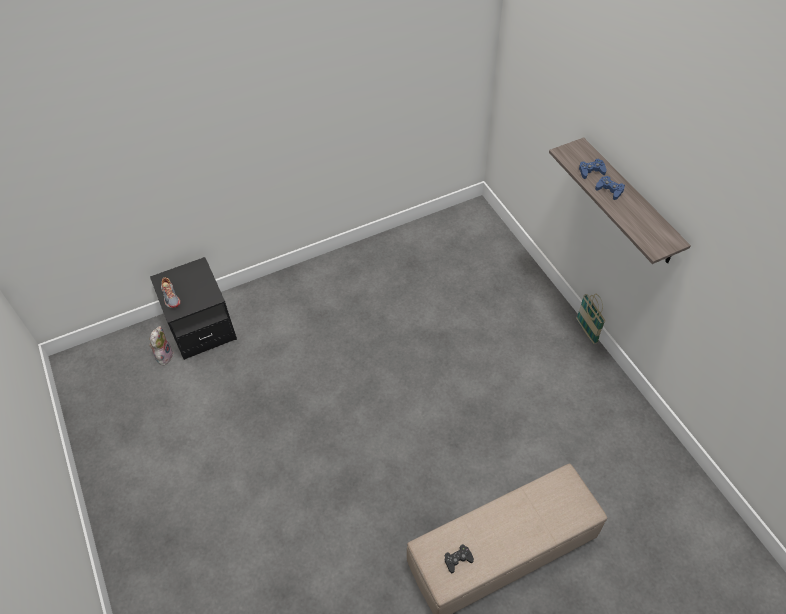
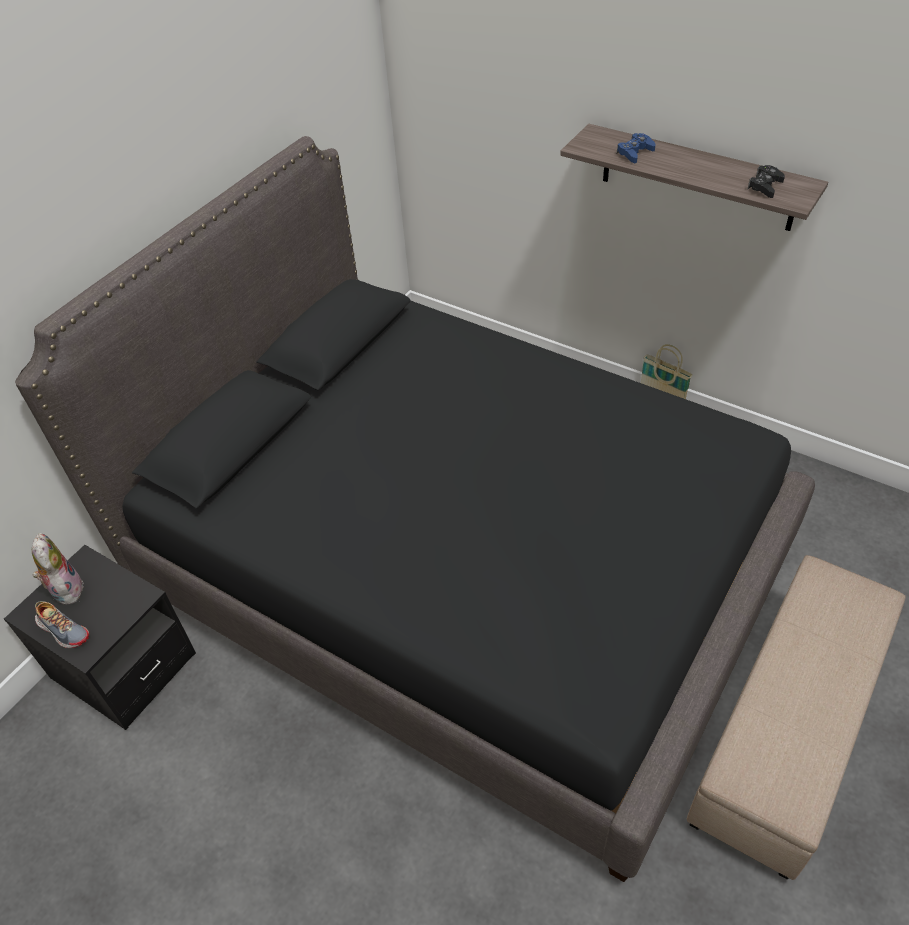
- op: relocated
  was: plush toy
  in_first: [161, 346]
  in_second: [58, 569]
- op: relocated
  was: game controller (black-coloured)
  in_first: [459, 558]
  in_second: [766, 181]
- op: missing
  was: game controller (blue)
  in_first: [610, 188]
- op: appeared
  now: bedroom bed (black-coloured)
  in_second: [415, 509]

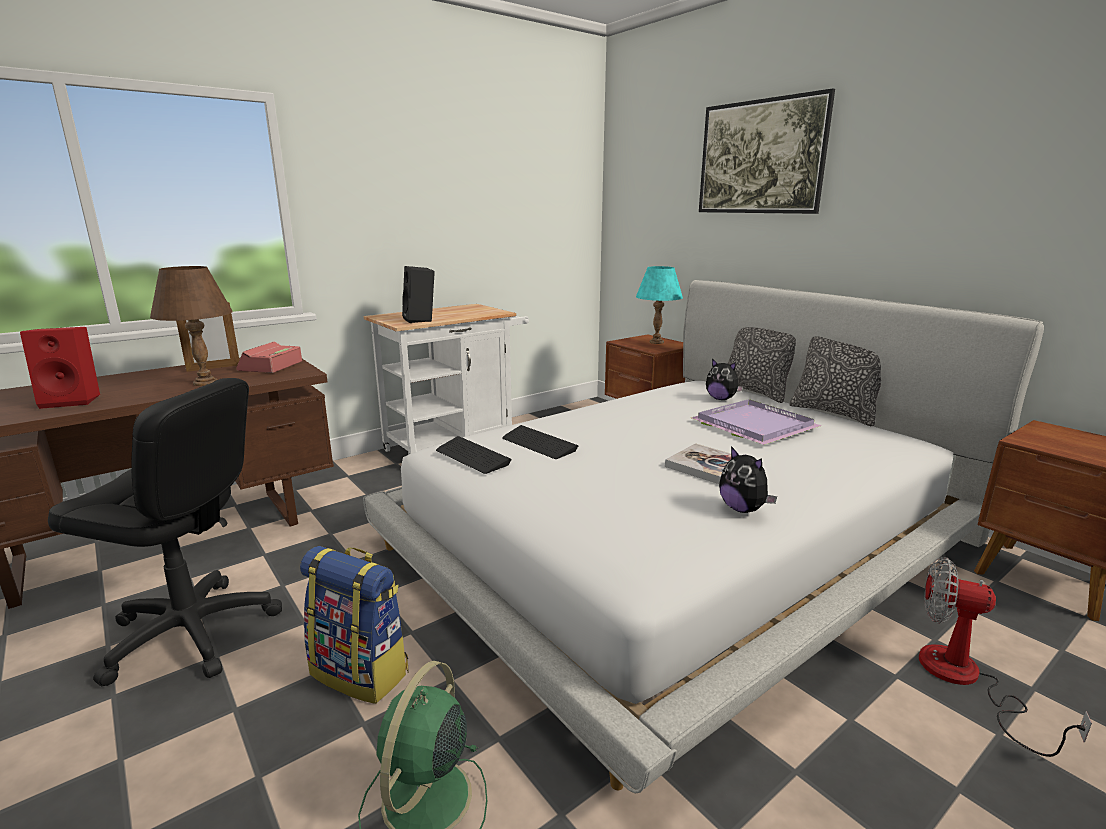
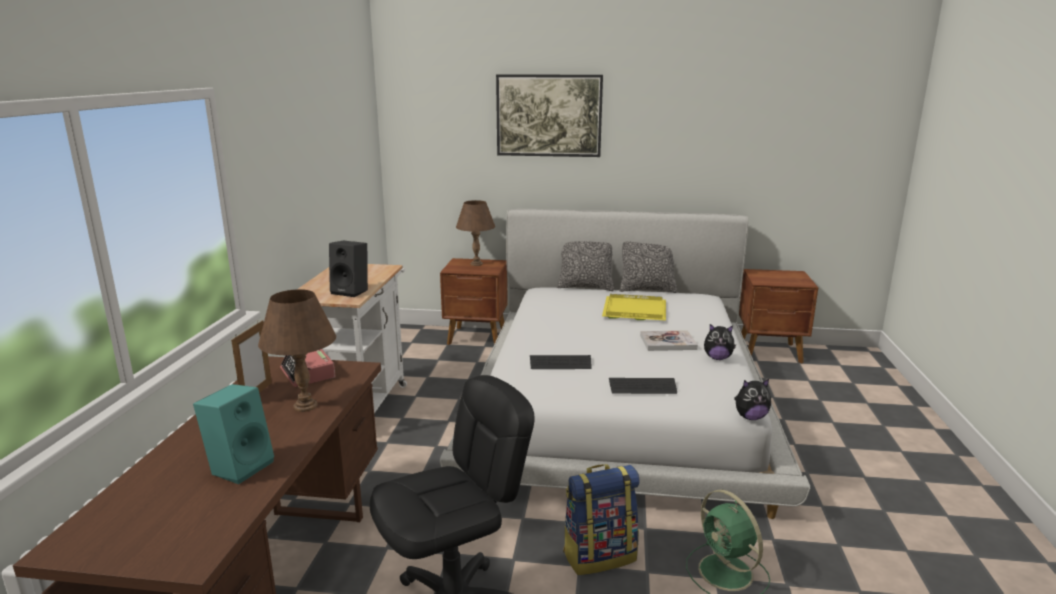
- op: colour
  was: audio speaker (red-coloured)
  now: audio speaker (turquoise-coloured)
  in_first: [60, 368]
  in_second: [233, 434]
- op: relocated
  was: PC keyboard
  in_first: [474, 455]
  in_second: [643, 386]
- op: colour
  was: table lamp (turquoise-coloured)
  now: table lamp (brown-coloured)
  in_first: [659, 305]
  in_second: [475, 233]
- op: colour
  was: tray (purplish)
  now: tray (yellow-coloured)
  in_first: [756, 422]
  in_second: [634, 307]
- op: relocated
  was: plush toy
  in_first: [725, 379]
  in_second: [752, 399]
- op: missing
  was: fan
  in_first: [1005, 657]

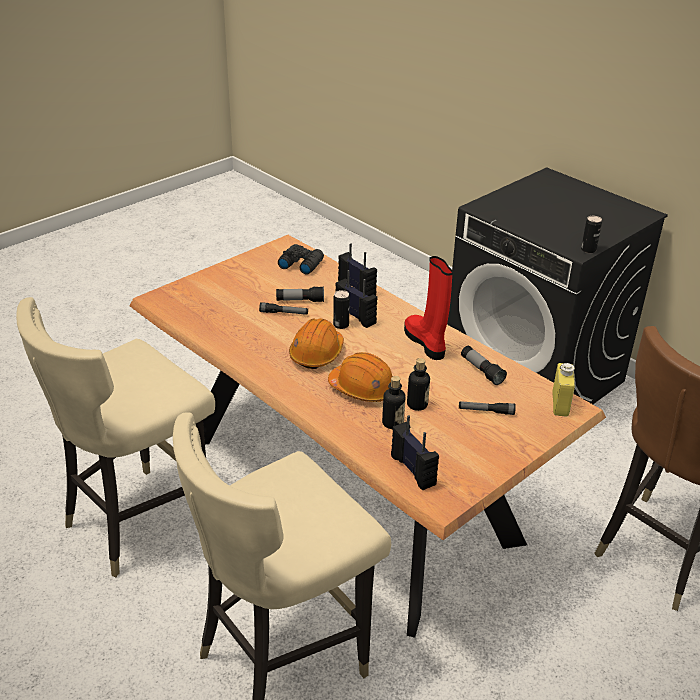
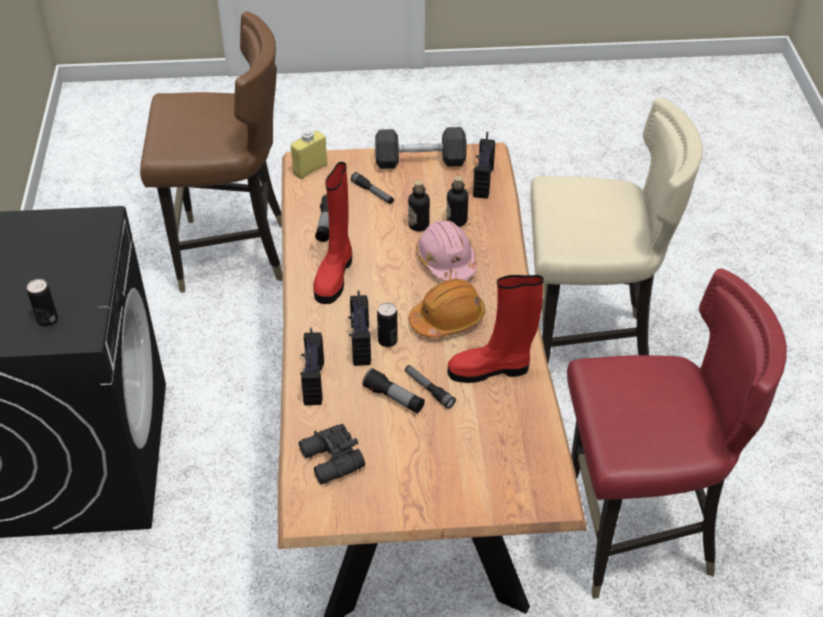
- op: colour
  was: plain chair (beige-coloured)
  now: plain chair (red-coloured)
  in_first: [115, 437]
  in_second: [677, 433]
- op: colour
  was: work helmet (orangey)
  now: work helmet (pink)
  in_first: [360, 377]
  in_second: [446, 251]
- op: relocated
  was: sealed can
  in_first: [591, 234]
  in_second: [42, 302]
- op: appeared
  now: hand weight (gray)
  in_second: [421, 148]
- op: appeared
  now: boot (red-coloured)
  in_second: [495, 329]

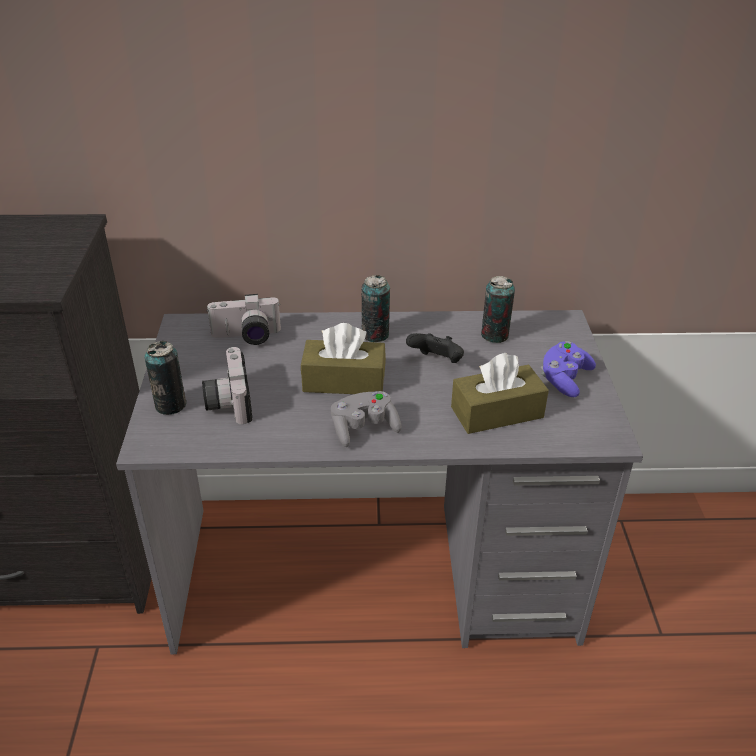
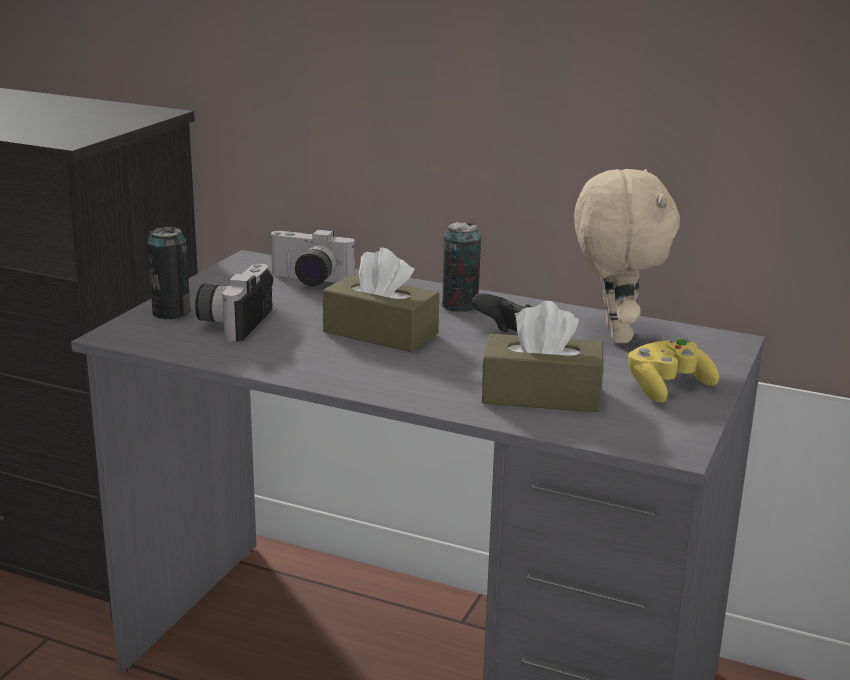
- op: missing
  was: game controller (gray)
  in_first: [366, 419]
- op: exchanged
  was: sealed can
  now: plush toy (beige-coloured)
  in_first: [498, 309]
  in_second: [627, 256]
- op: colour
  was: game controller (purplish)
  now: game controller (yellow-coloured)
  in_first: [568, 369]
  in_second: [674, 370]

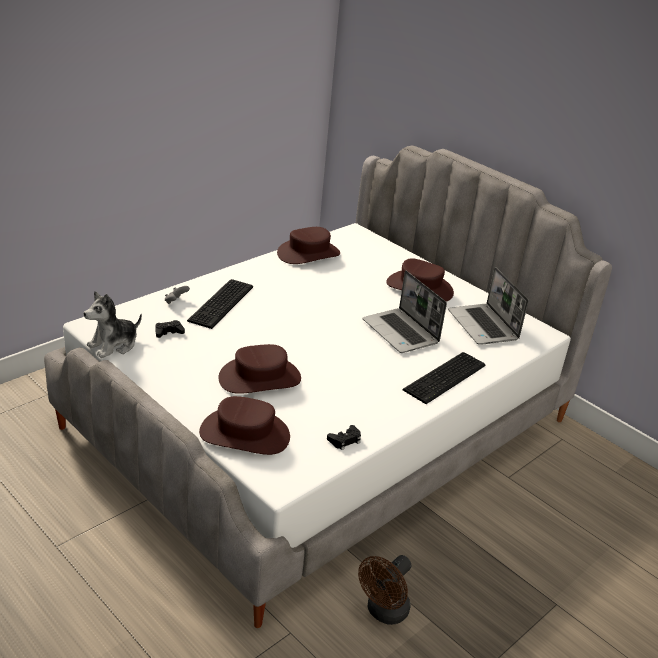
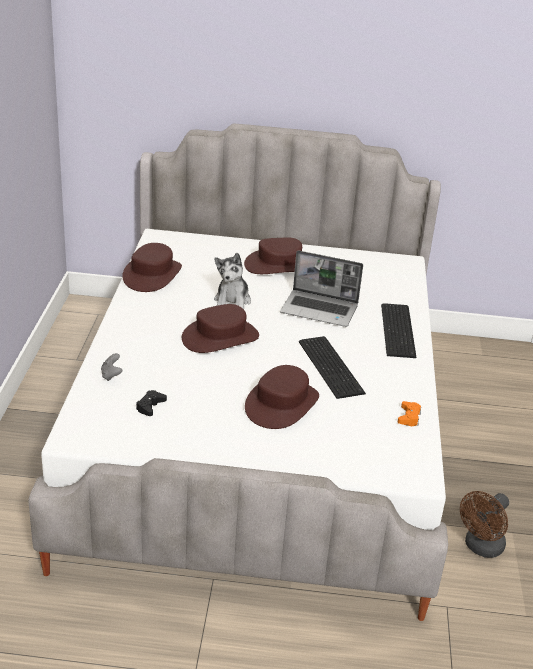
- op: relocated
  was: plush toy
  in_first: [112, 324]
  in_second: [232, 281]
- op: relocated
  was: PC keyboard
  in_first: [220, 304]
  in_second: [332, 367]
- op: relocated
  was: wearable hat (brown-coloured)
  in_first: [244, 425]
  in_second: [220, 328]
- op: colour
  was: game controller (black-coloured)
  now: game controller (orangey)
  in_first: [344, 437]
  in_second: [409, 413]
- op: spun
  was: fan (brown-coloured)
  in_first: [385, 590]
  in_second: [484, 524]
  clockwise: 45
- op: missing
  was: laptop
  in_first: [488, 306]

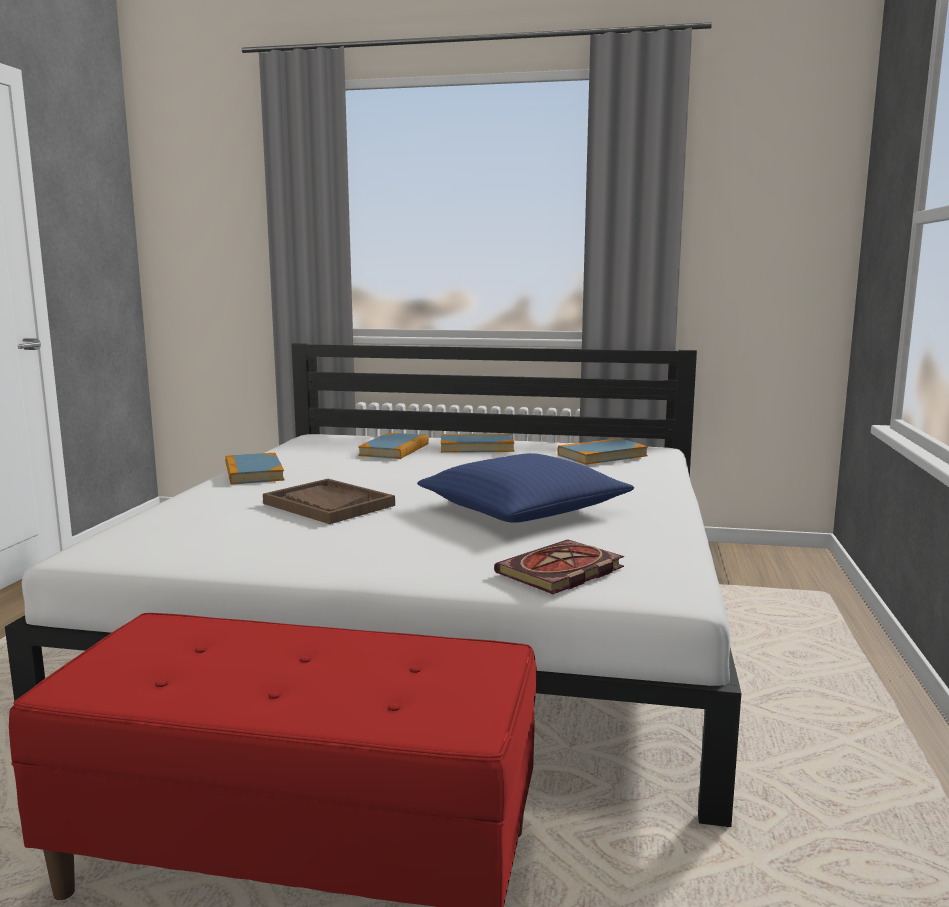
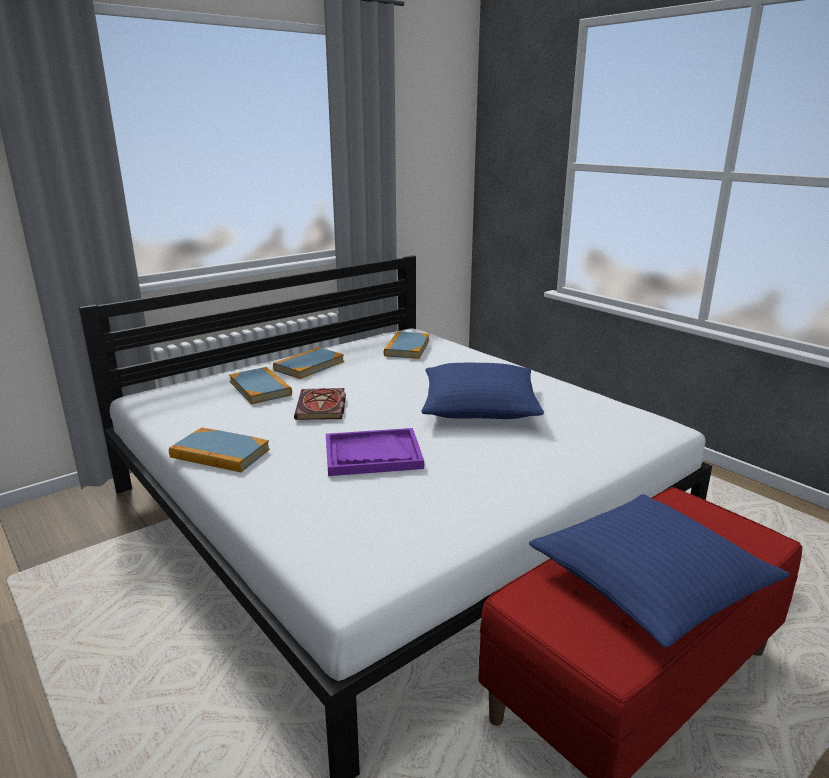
- op: colour
  was: tray (brown-coloured)
  now: tray (purplish)
  in_first: [329, 501]
  in_second: [375, 452]
- op: relocated
  was: volume
  in_first: [559, 566]
  in_second: [320, 404]
- op: appeared
  now: pillow (blue)
  in_second: [659, 571]

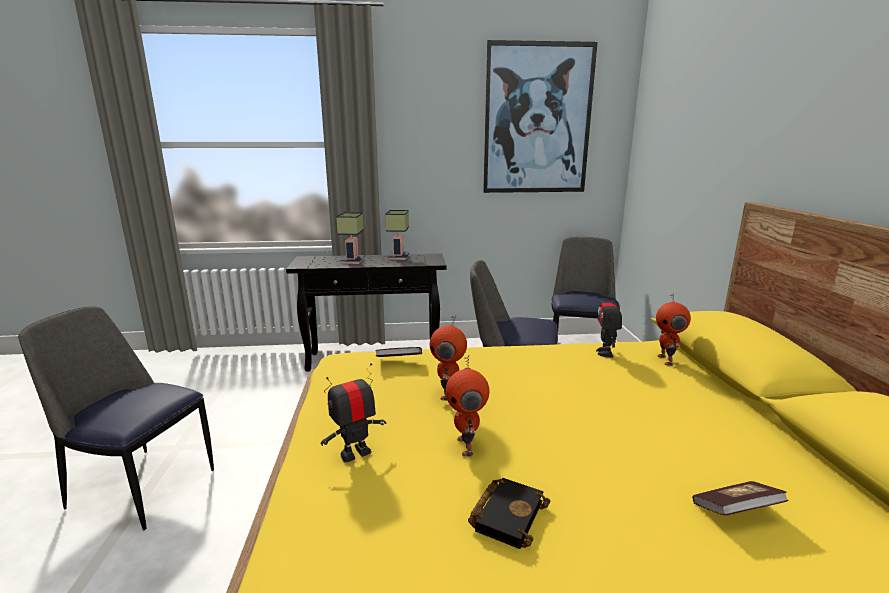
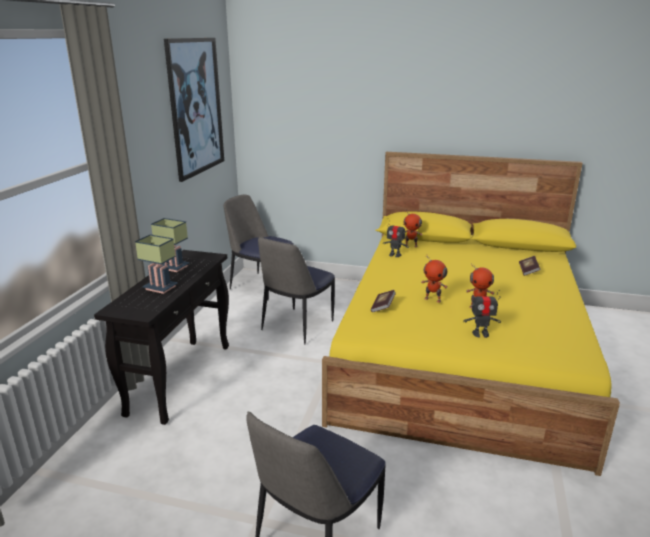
- op: spun
  was: robot figure
  in_first: [353, 413]
  in_second: [482, 313]
  clockwise: -75
- op: missing
  was: volume (black-coloured)
  in_first: [509, 513]

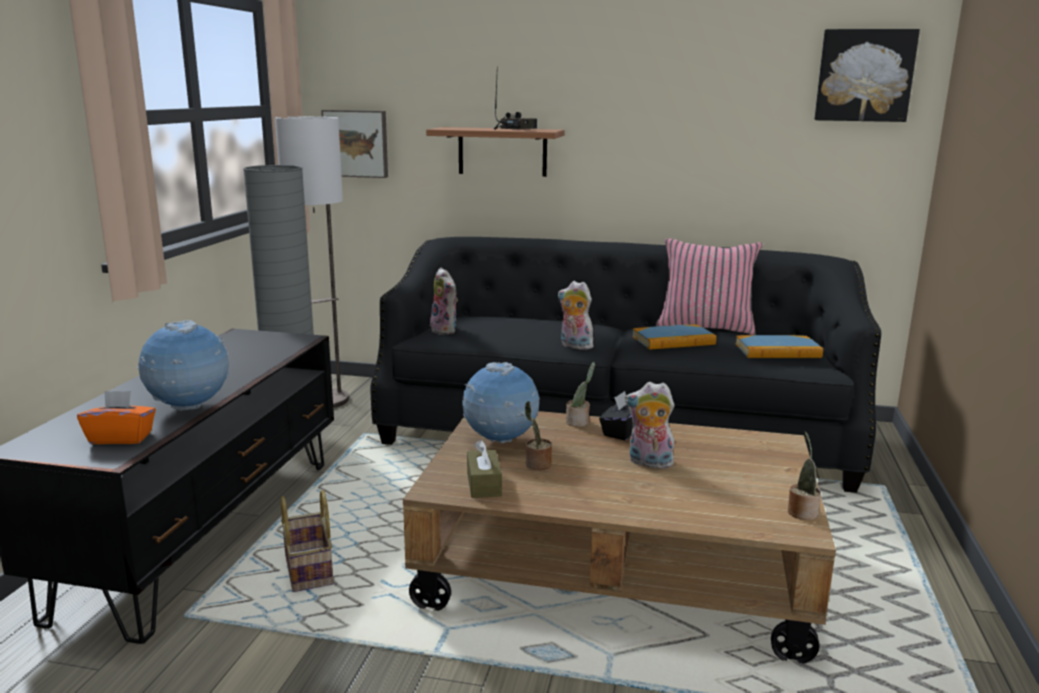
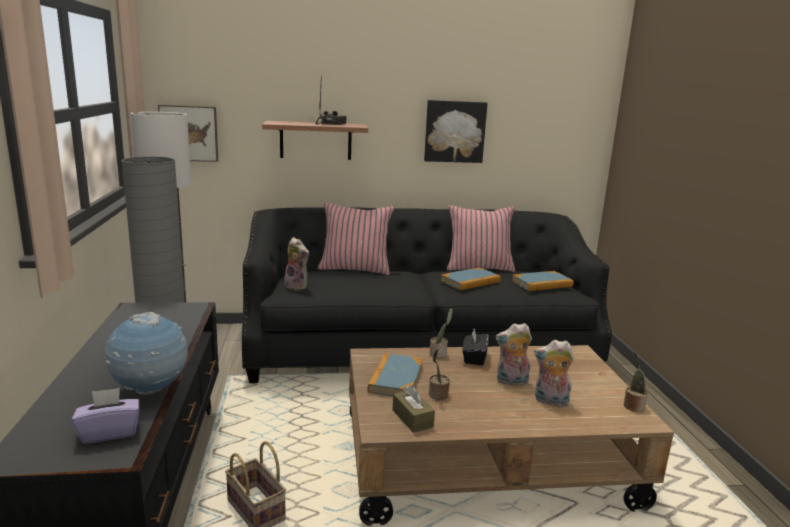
- op: colour
  was: tissue box (orangey)
  now: tissue box (purplish)
  in_first: [116, 417]
  in_second: [105, 416]
- op: exchanged
  was: globe
  now: volume
  in_first: [501, 402]
  in_second: [395, 374]
- op: relocated
  was: plush toy
  in_first: [576, 315]
  in_second: [554, 373]
- op: relocated
  was: wall art
  in_first: [867, 75]
  in_second: [455, 131]
- op: appeared
  now: pillow (pink)
  in_second: [356, 239]

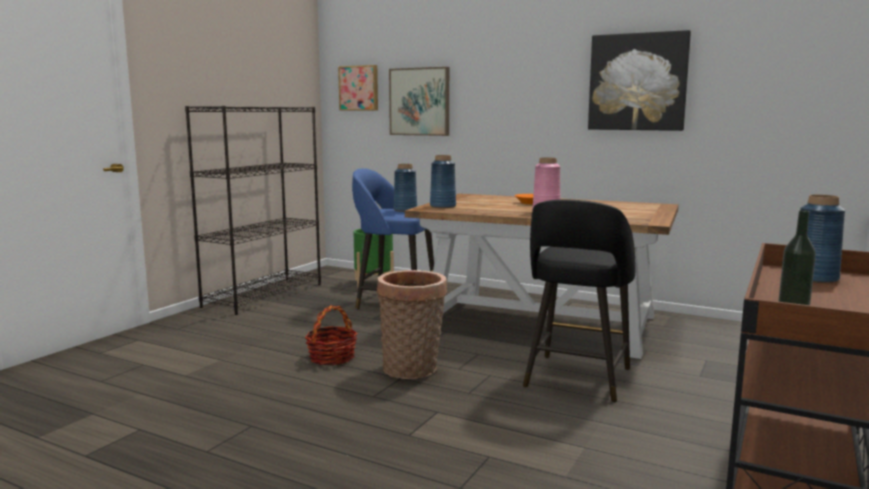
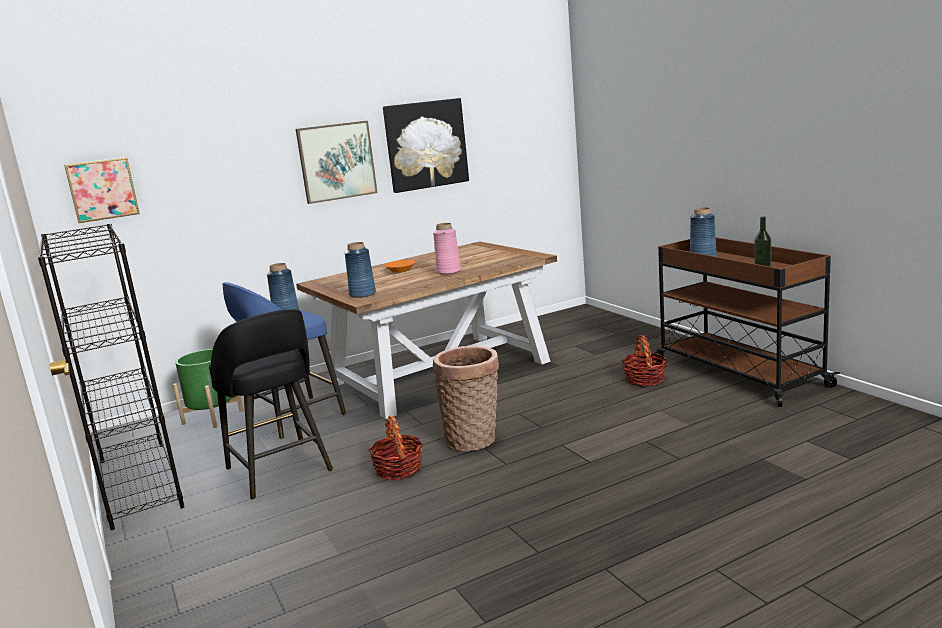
- op: relocated
  was: wall art
  in_first: [419, 101]
  in_second: [337, 162]
- op: relocated
  was: stool (black-coloured)
  in_first: [579, 301]
  in_second: [271, 404]
- op: appeared
  now: household basket
  in_second: [644, 360]

